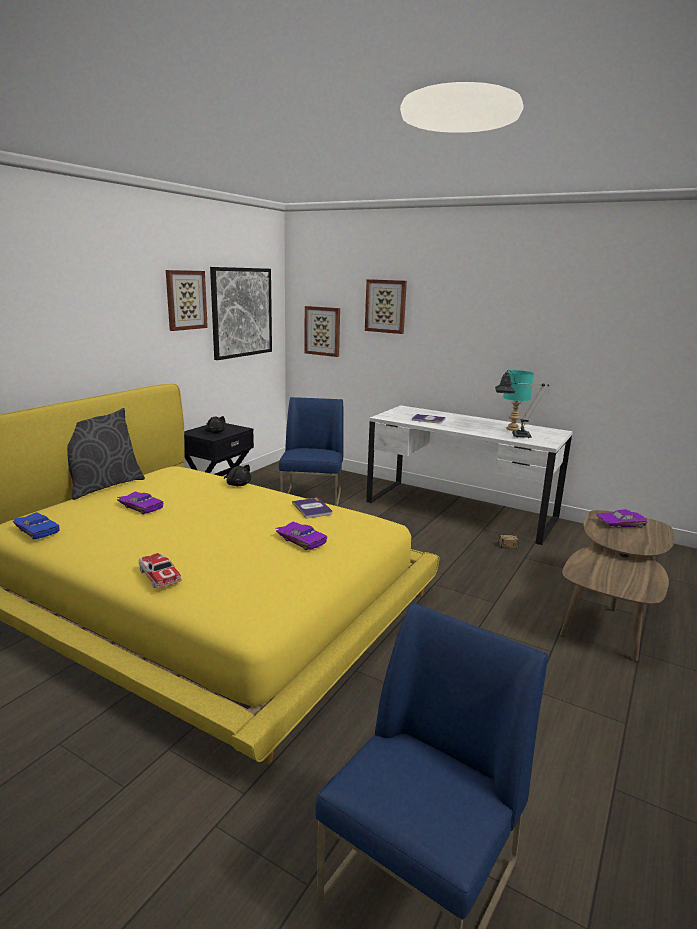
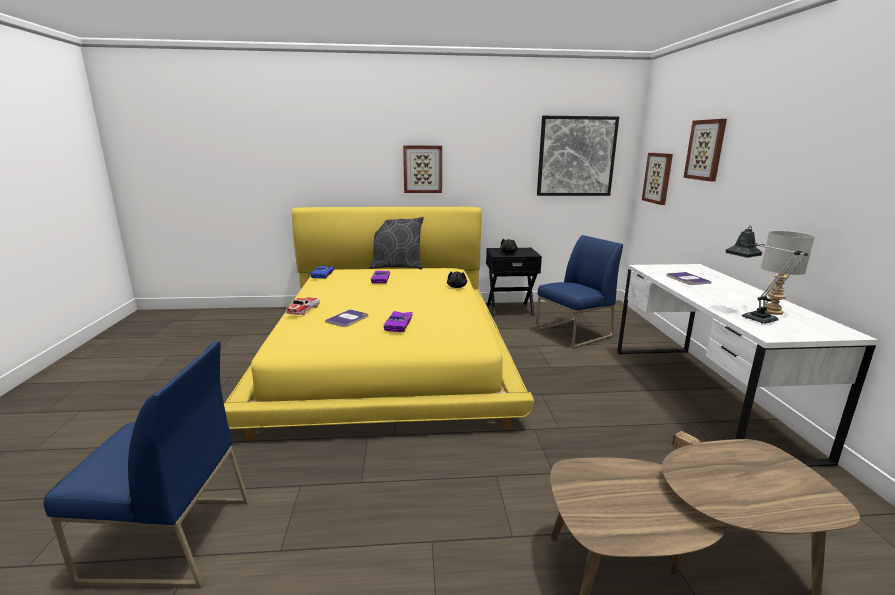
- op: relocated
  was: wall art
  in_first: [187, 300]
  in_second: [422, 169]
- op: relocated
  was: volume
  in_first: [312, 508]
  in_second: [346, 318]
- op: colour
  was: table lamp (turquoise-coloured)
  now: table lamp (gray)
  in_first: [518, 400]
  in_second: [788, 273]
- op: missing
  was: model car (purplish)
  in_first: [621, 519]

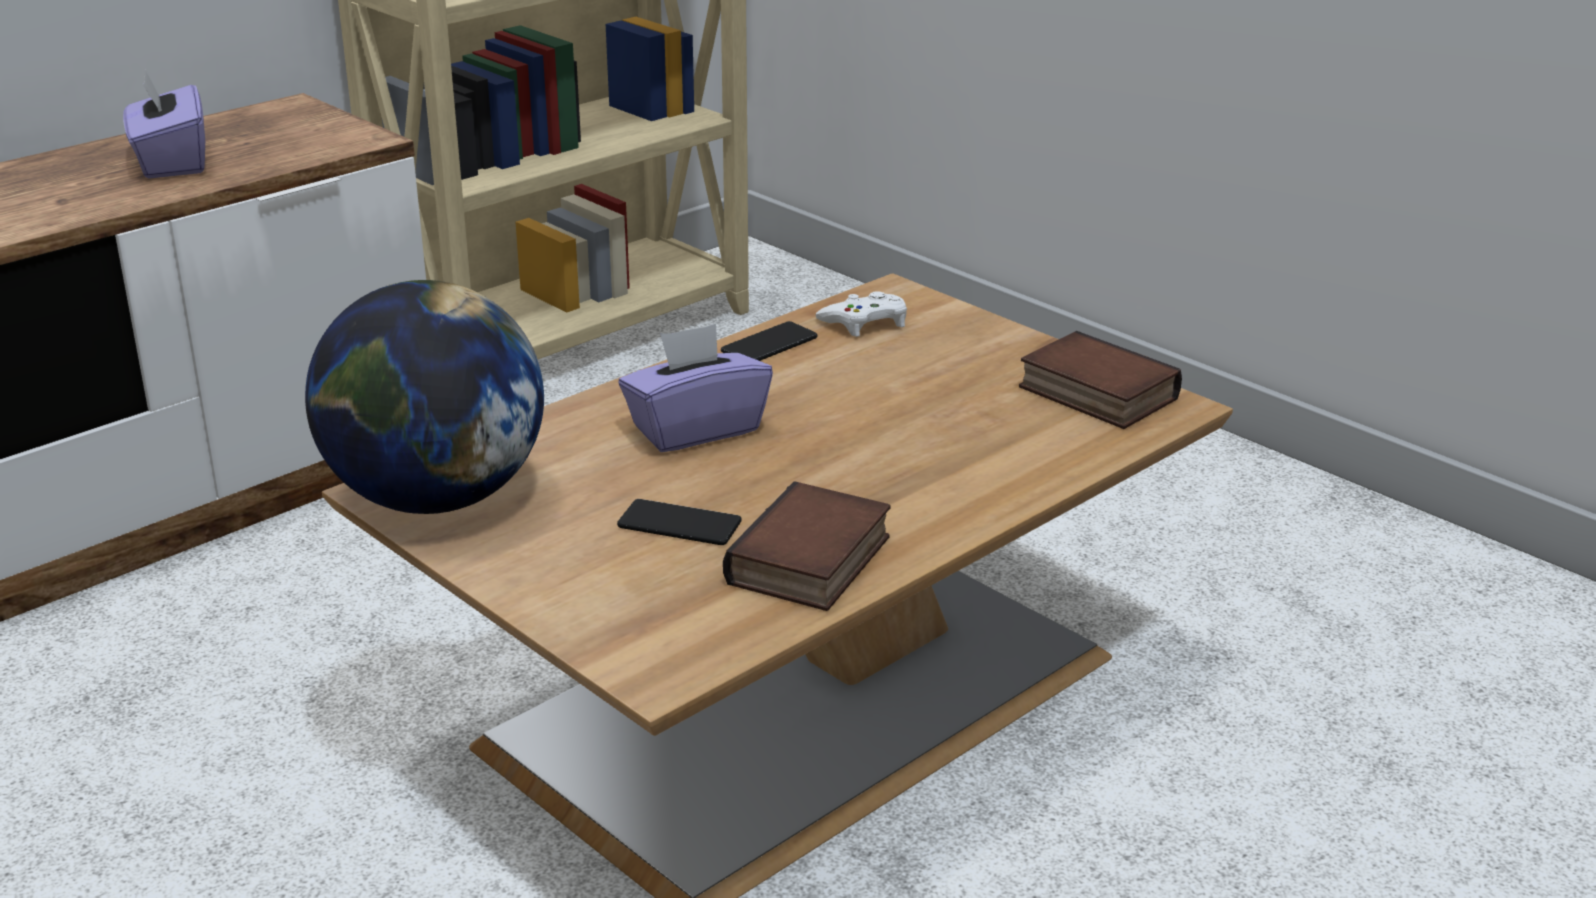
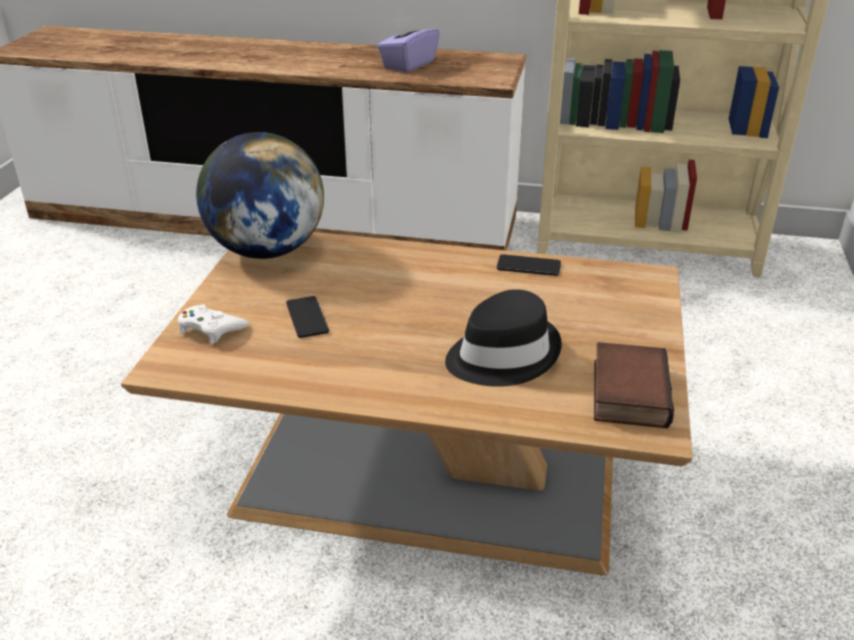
- op: missing
  was: tissue box (purplish)
  in_first: [696, 388]
- op: missing
  was: volume
  in_first: [807, 546]
- op: relocated
  was: game controller (whitish)
  in_first: [861, 314]
  in_second: [213, 324]
- op: appeared
  now: wearable hat (black-coloured)
  in_second: [503, 338]

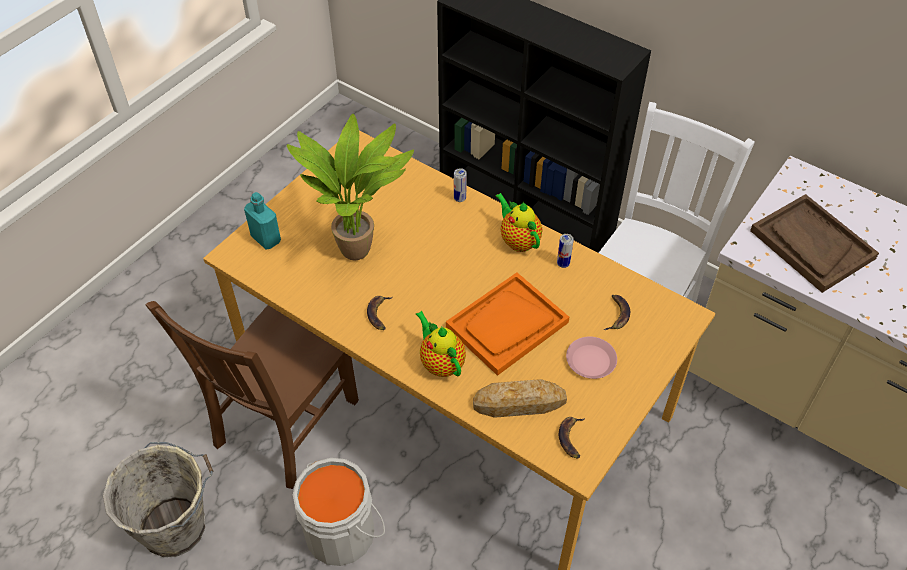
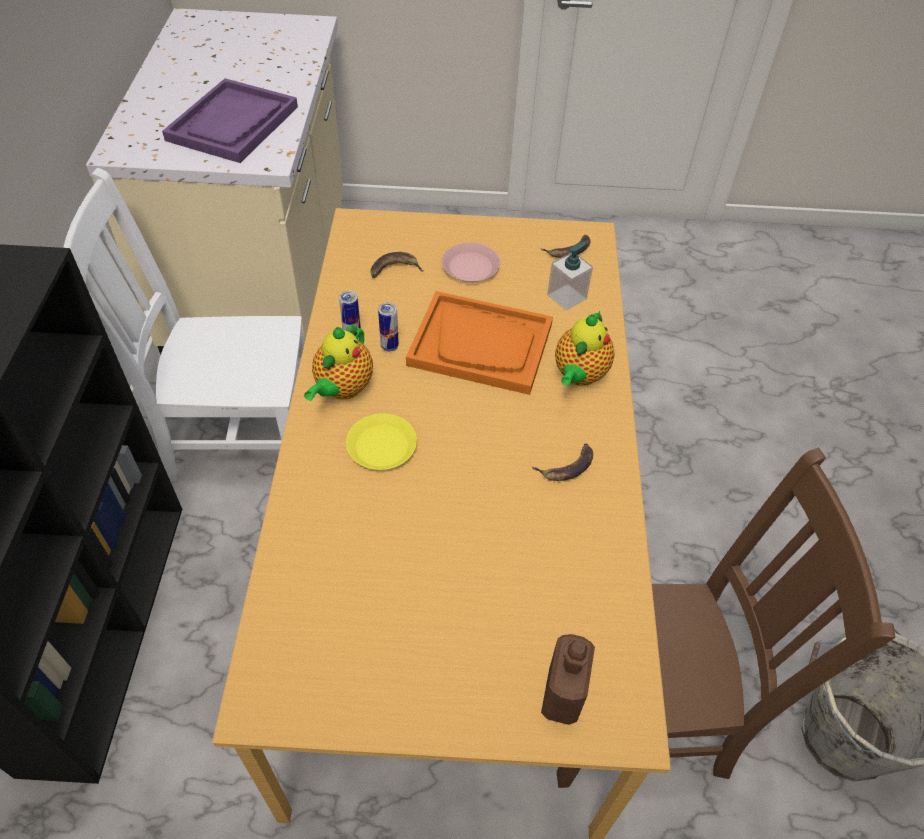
- op: colour
  was: bottle (turquoise-coloured)
  now: bottle (brown-coloured)
  in_first: [262, 220]
  in_second: [568, 679]
- op: missing
  was: plant in a pot
  in_first: [350, 187]
- op: missing
  was: water bucket (gray)
  in_first: [339, 512]
- op: relocated
  was: sealed can
  in_first: [460, 185]
  in_second: [388, 327]
- op: exchanged
  was: bakery bread
  now: liquid soap bottle
  in_first: [520, 398]
  in_second: [570, 275]
- op: colour
  was: tray (brown-coloured)
  now: tray (purplish)
  in_first: [814, 243]
  in_second: [230, 120]
- op: appeared
  now: plate (yellow-coloured)
  in_second: [381, 441]

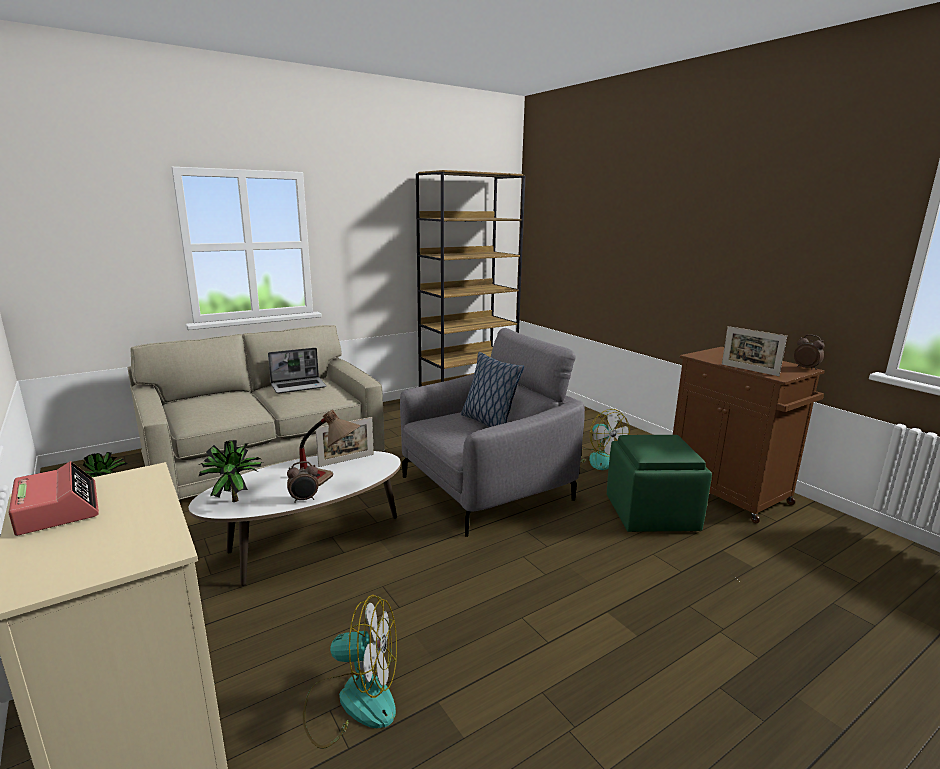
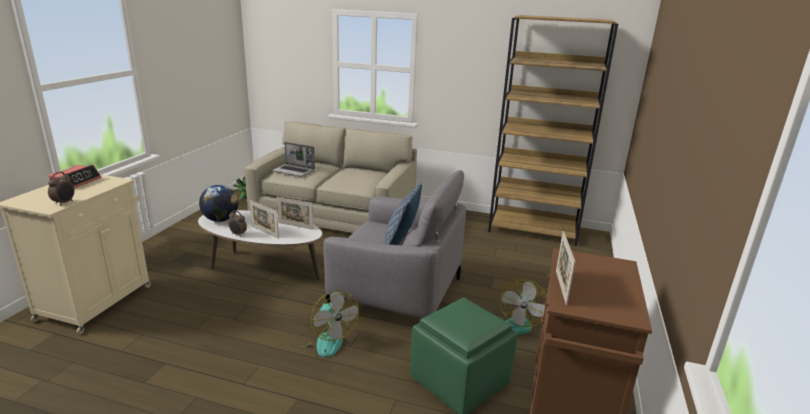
- op: exchanged
  was: plant in a pot
  now: globe
  in_first: [230, 471]
  in_second: [219, 203]
- op: relocated
  was: laptop
  in_first: [297, 370]
  in_second: [293, 159]
- op: exchanged
  was: table lamp
  now: photo frame
  in_first: [329, 448]
  in_second: [264, 219]
- op: relocated
  was: fan
  in_first: [350, 672]
  in_second: [326, 324]
- op: relocated
  was: bedside clock
  in_first: [809, 352]
  in_second: [61, 189]

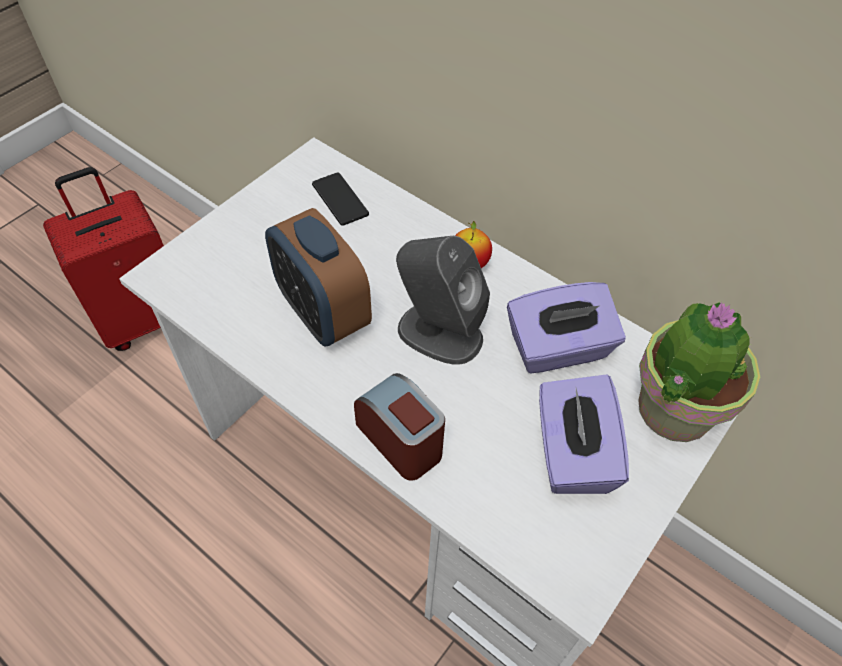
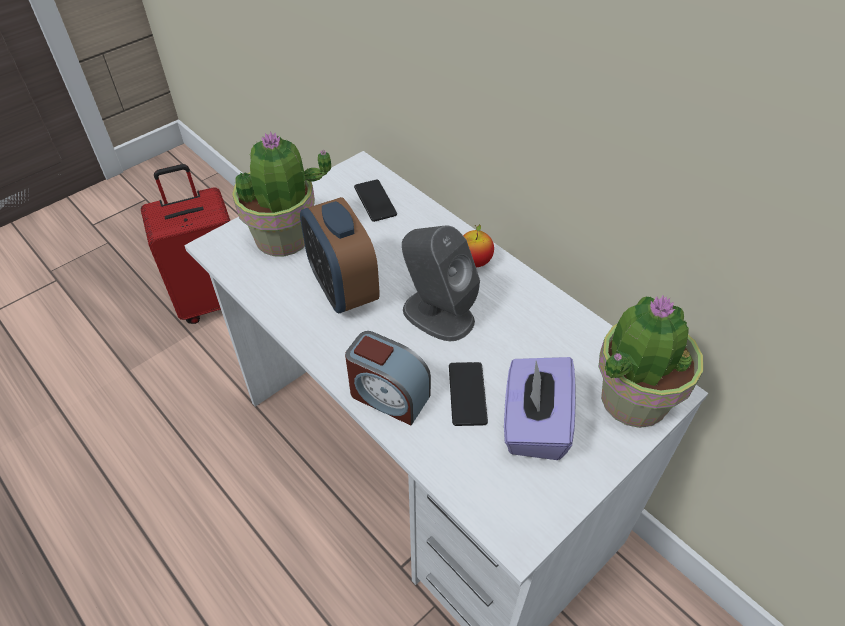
- op: spun
  was: bedside clock
  in_first: [399, 427]
  in_second: [388, 378]
  clockwise: 150
- op: missing
  was: tissue box (purplish)
  in_first: [566, 327]
- op: appeared
  now: plant in a pot
  in_second: [281, 193]
- op: appeared
  now: phone
  in_second: [468, 394]

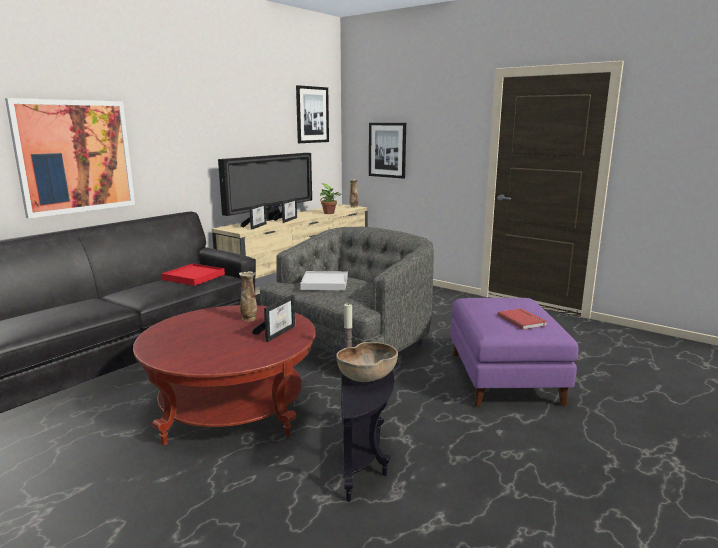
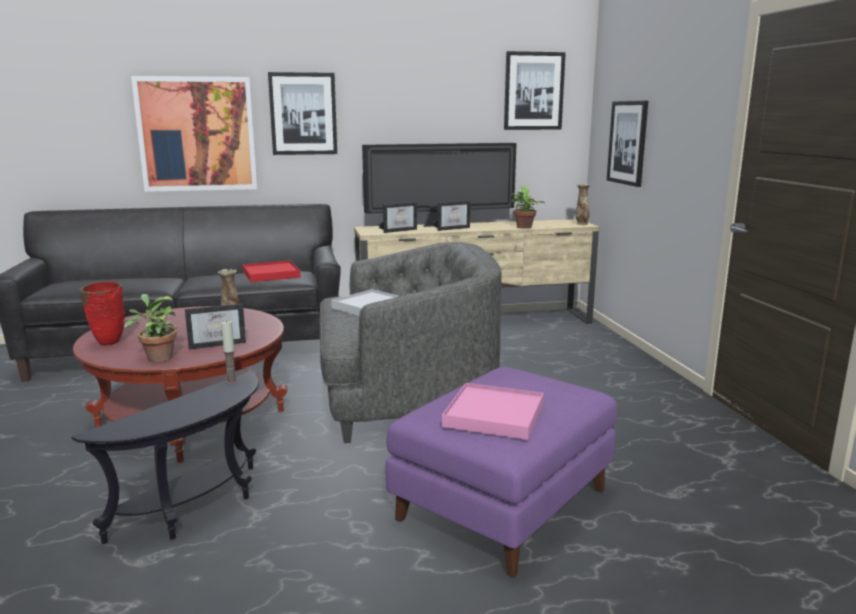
- op: missing
  was: deep dish (brown-coloured)
  in_first: [367, 362]
- op: exchanged
  was: volume (red-coloured)
  now: tray (pink)
  in_first: [522, 319]
  in_second: [493, 411]
- op: appeared
  now: decorative vase (red-coloured)
  in_second: [102, 313]
- op: appeared
  now: plant in a pot
  in_second: [151, 328]
- op: appeared
  now: wall art
  in_second: [302, 113]

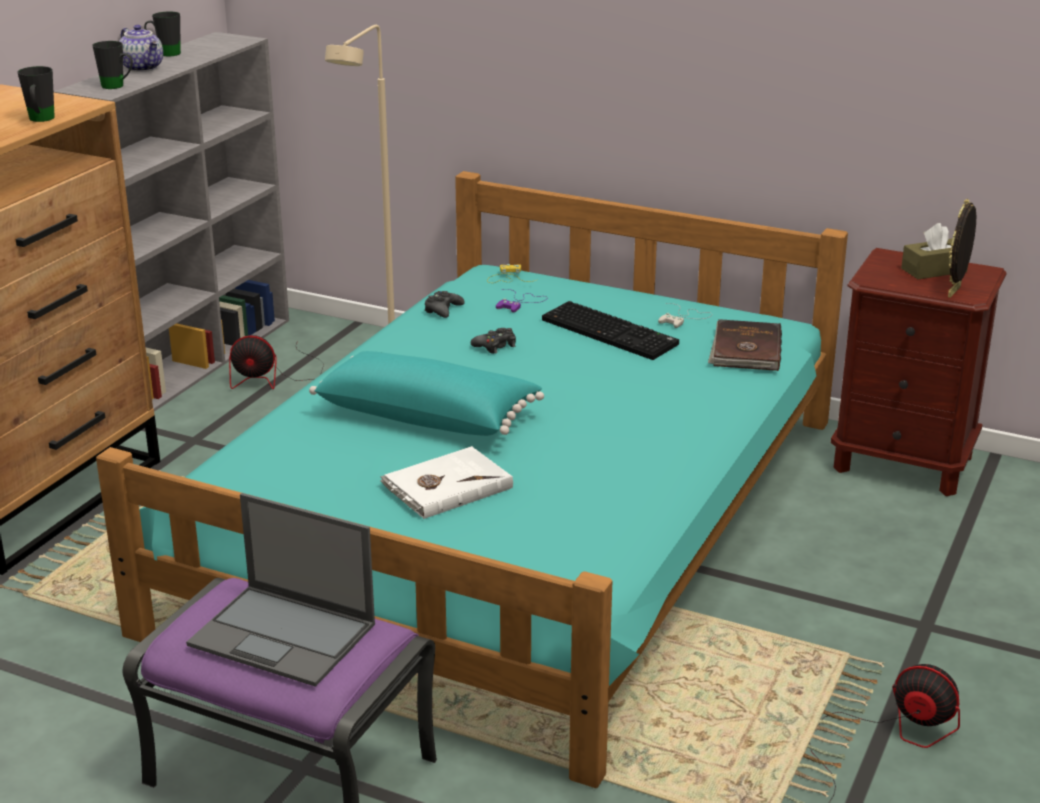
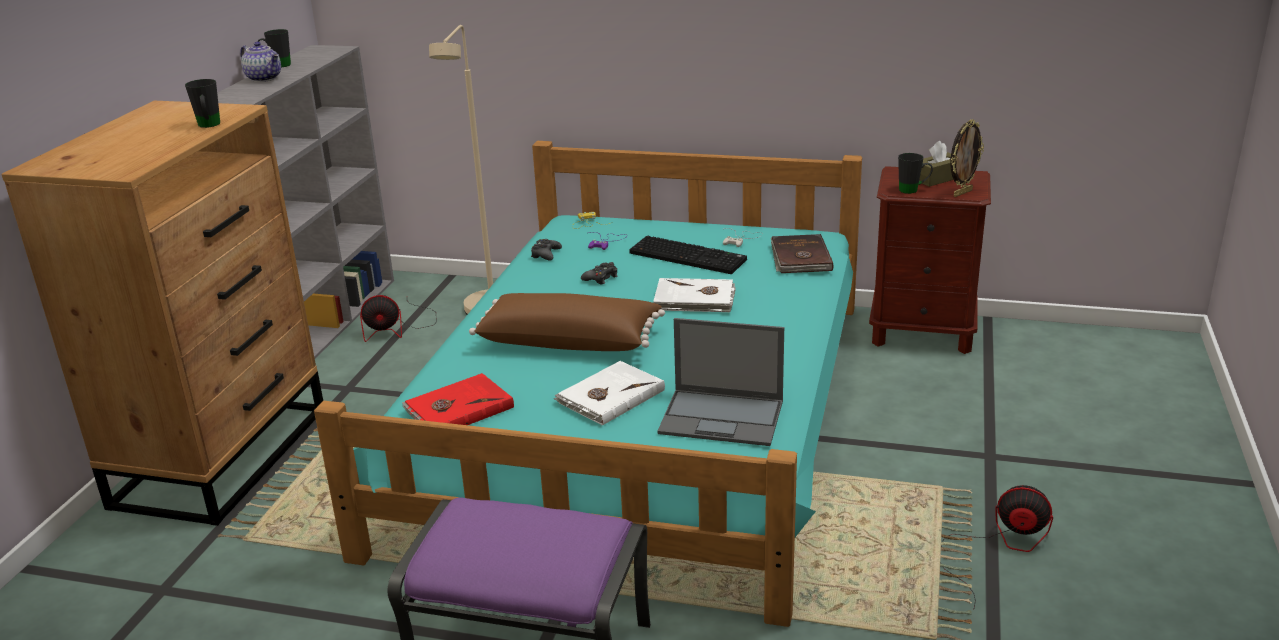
- op: relocated
  was: tea mug (black-coloured)
  in_first: [112, 65]
  in_second: [915, 173]
- op: relocated
  was: laptop
  in_first: [280, 590]
  in_second: [720, 382]
- op: colour
  was: pillow (turquoise-coloured)
  now: pillow (brown-coloured)
  in_first: [426, 393]
  in_second: [567, 322]
- op: spun
  was: photo frame
  in_first: [962, 248]
  in_second: [967, 158]
  clockwise: -150
- op: appeared
  now: volume (red-coloured)
  in_second: [458, 399]
- op: appeared
  now: volume (whitish)
  in_second: [694, 295]

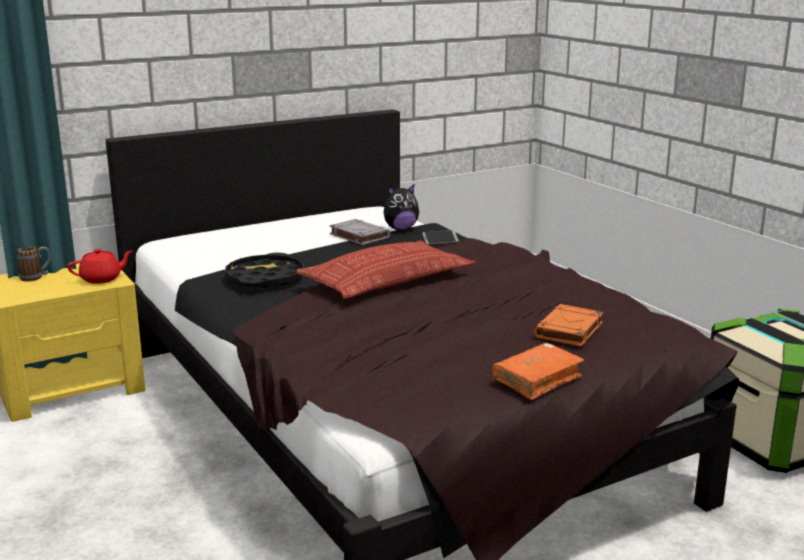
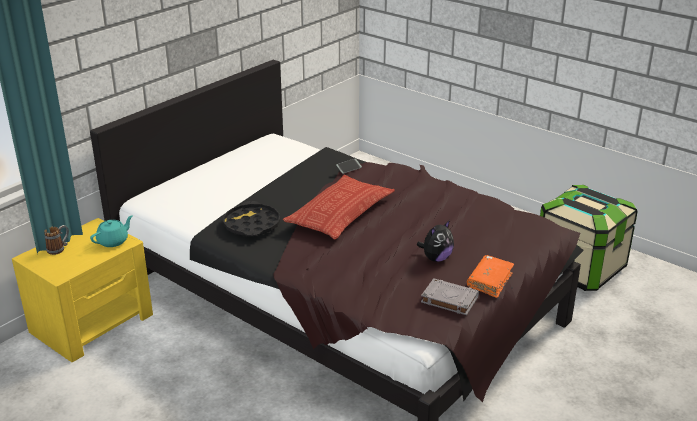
- op: colour
  was: pot for tea (red-coloured)
  now: pot for tea (turquoise-coloured)
  in_first: [100, 266]
  in_second: [111, 231]
- op: relocated
  was: volume (gray)
  in_first: [359, 232]
  in_second: [450, 296]
- op: relocated
  was: plush toy
  in_first: [401, 207]
  in_second: [435, 241]
- op: missing
  was: volume (orangey)
  in_first: [568, 325]

